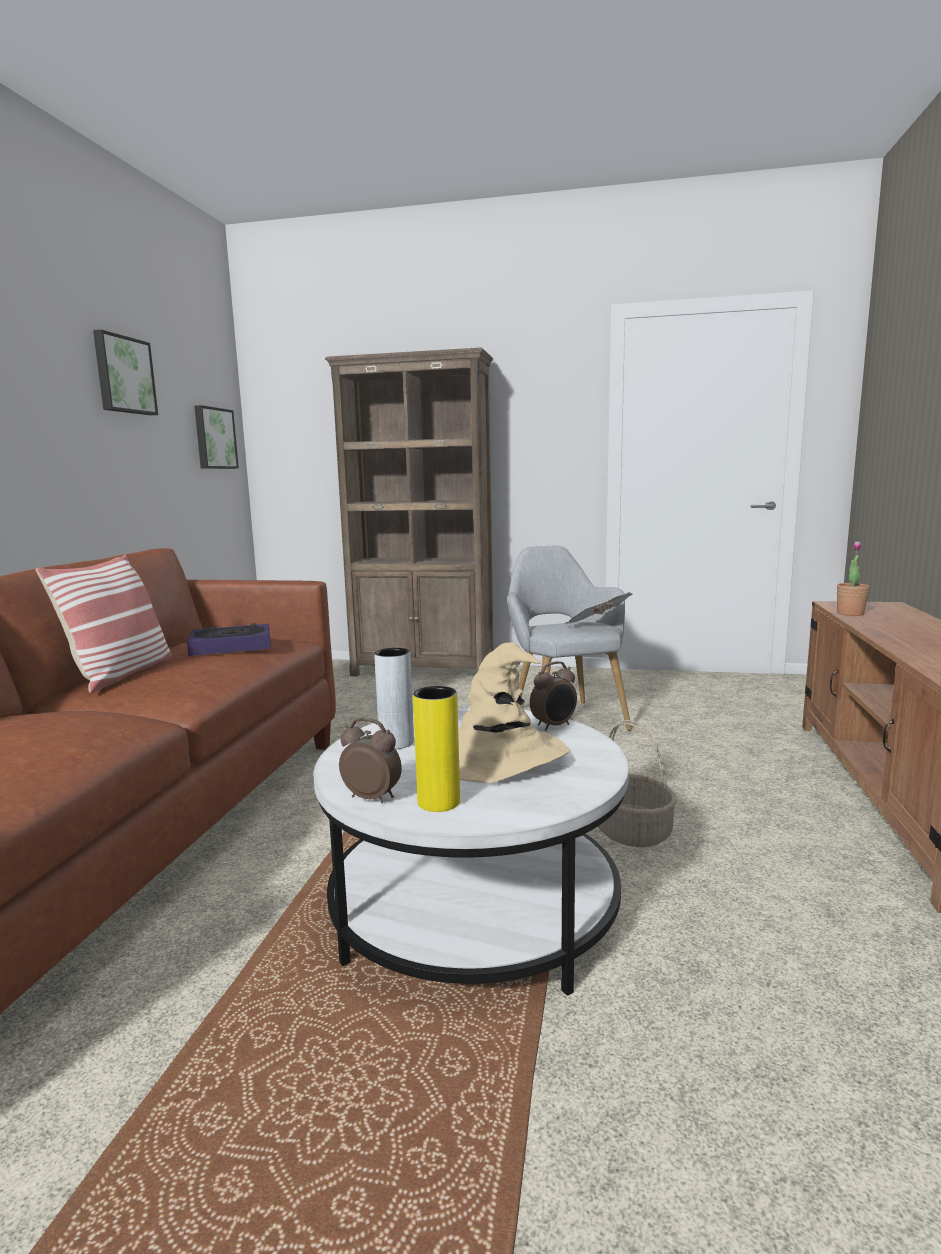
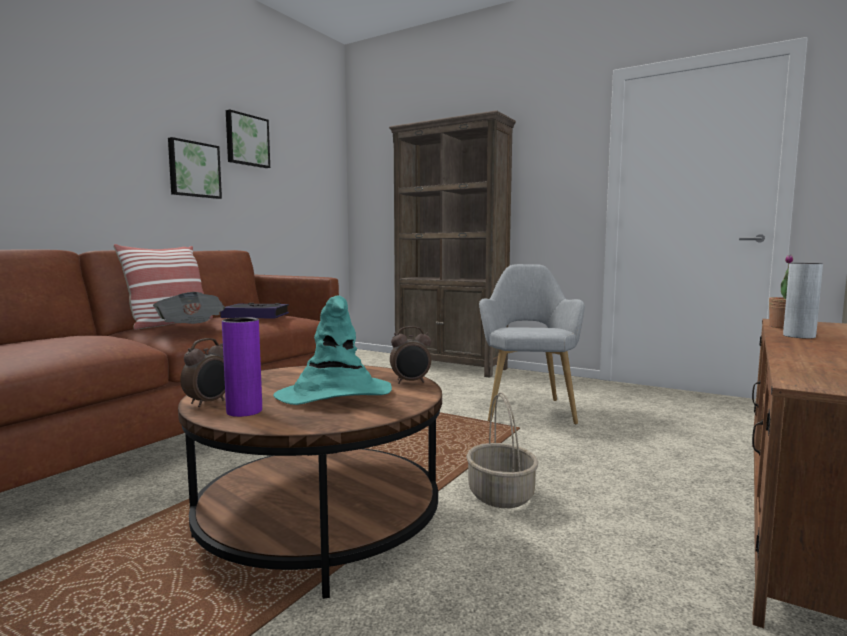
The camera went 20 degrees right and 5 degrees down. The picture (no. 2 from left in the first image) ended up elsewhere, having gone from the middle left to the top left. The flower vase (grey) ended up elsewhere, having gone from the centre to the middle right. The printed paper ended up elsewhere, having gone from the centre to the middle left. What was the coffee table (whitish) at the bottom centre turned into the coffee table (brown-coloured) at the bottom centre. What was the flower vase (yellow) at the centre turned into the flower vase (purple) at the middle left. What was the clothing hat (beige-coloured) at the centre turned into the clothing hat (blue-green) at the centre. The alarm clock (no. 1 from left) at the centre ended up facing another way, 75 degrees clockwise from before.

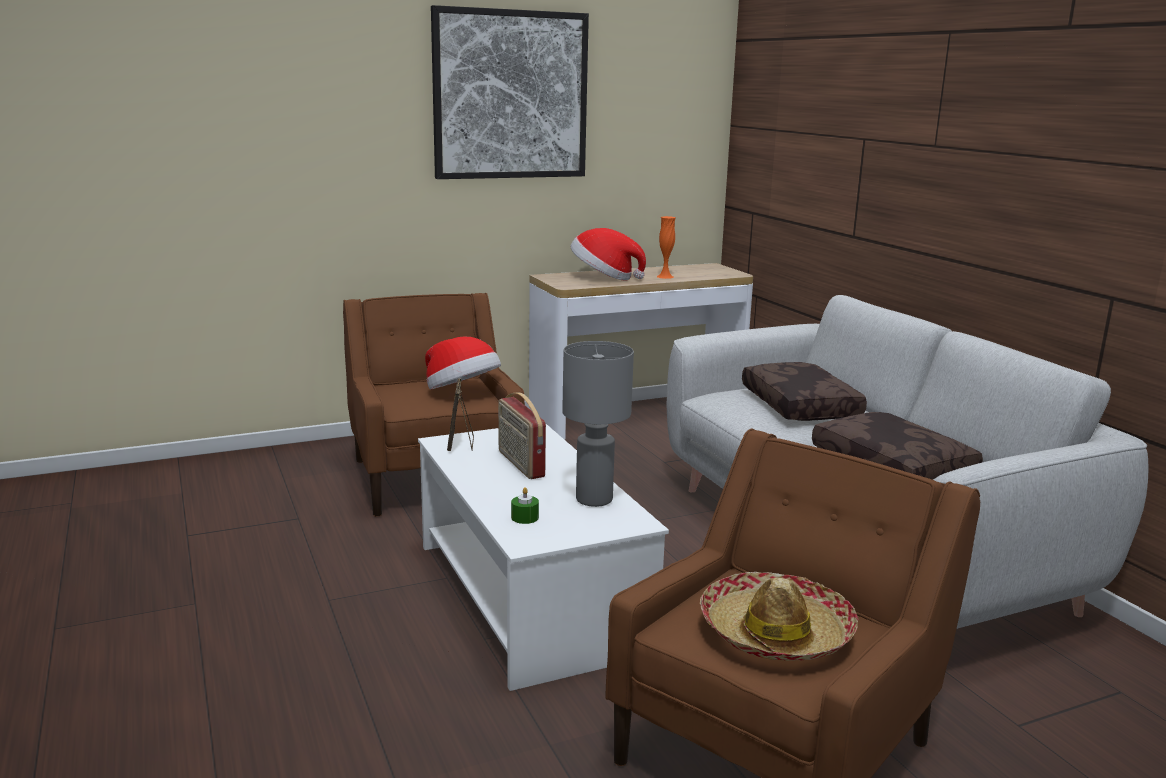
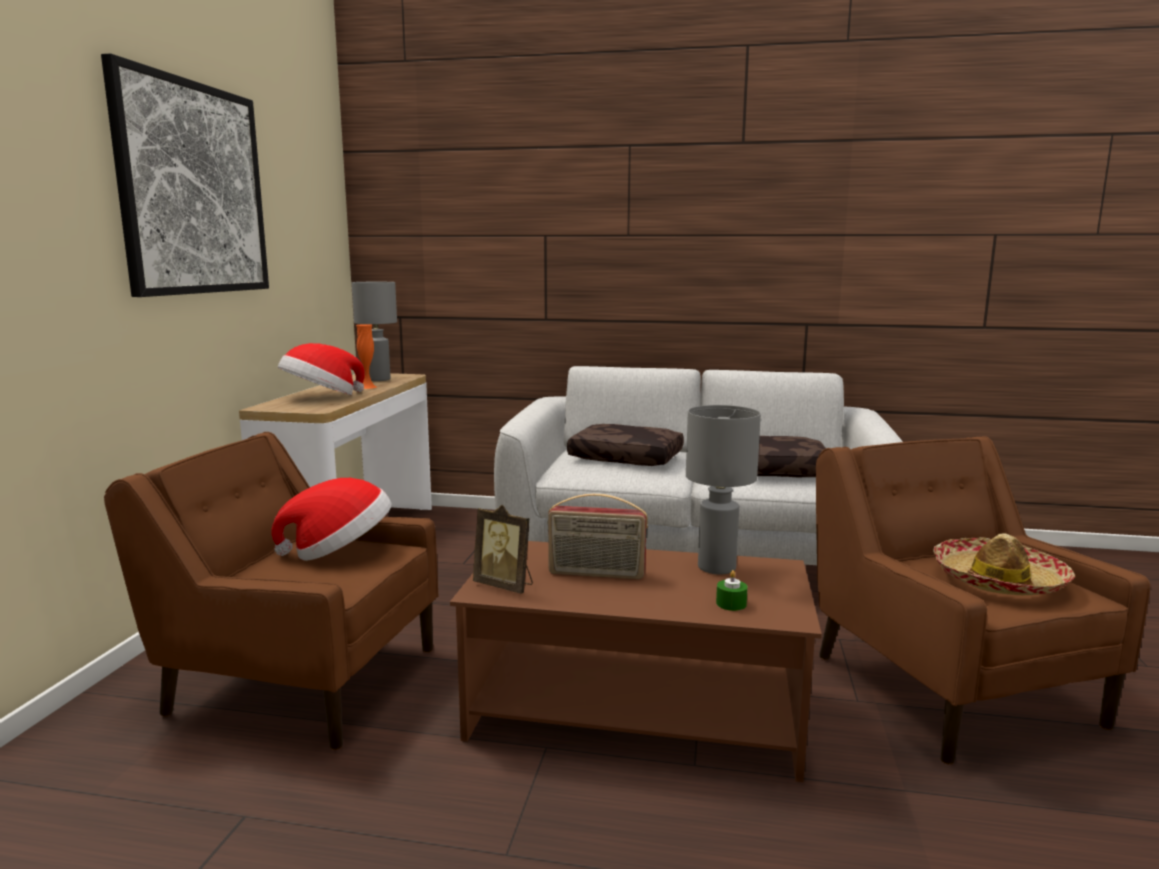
The camera went 55 degrees left and 5 degrees down. The second view gained the tabletop lamp (grey) (no. 1 from left) at the middle left. What was the coffee table (whitish) at the bottom centre turned into the coffee table (brown-coloured) at the bottom centre.

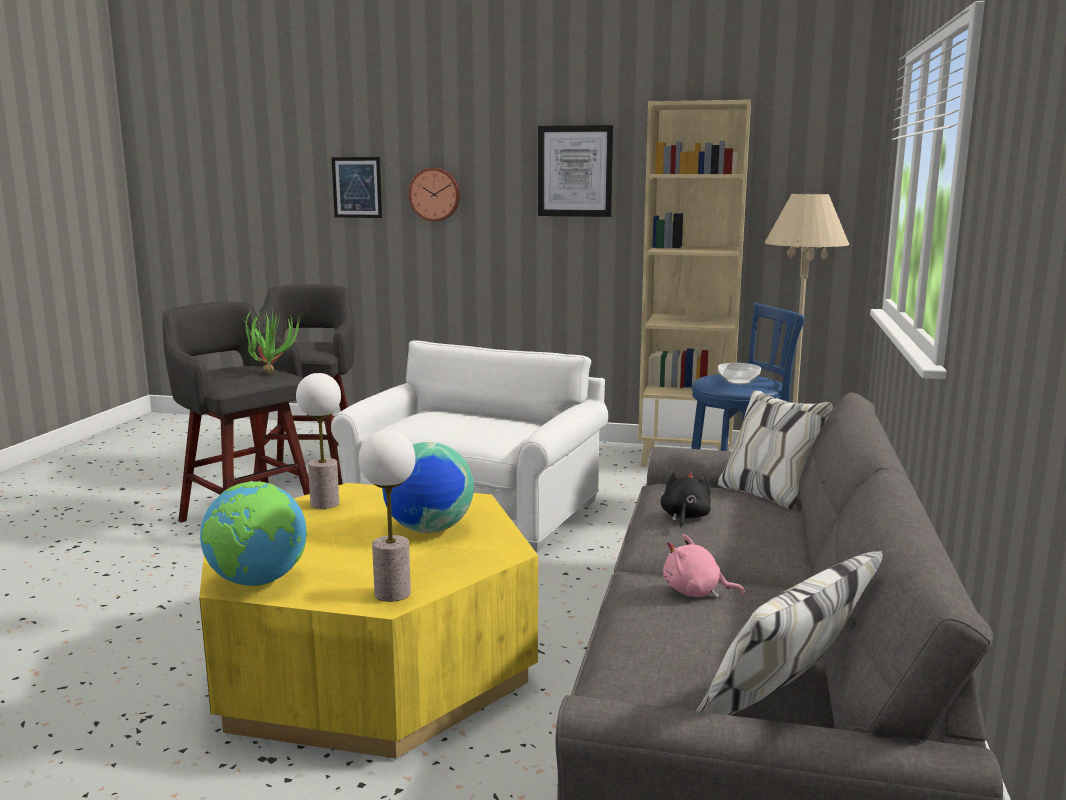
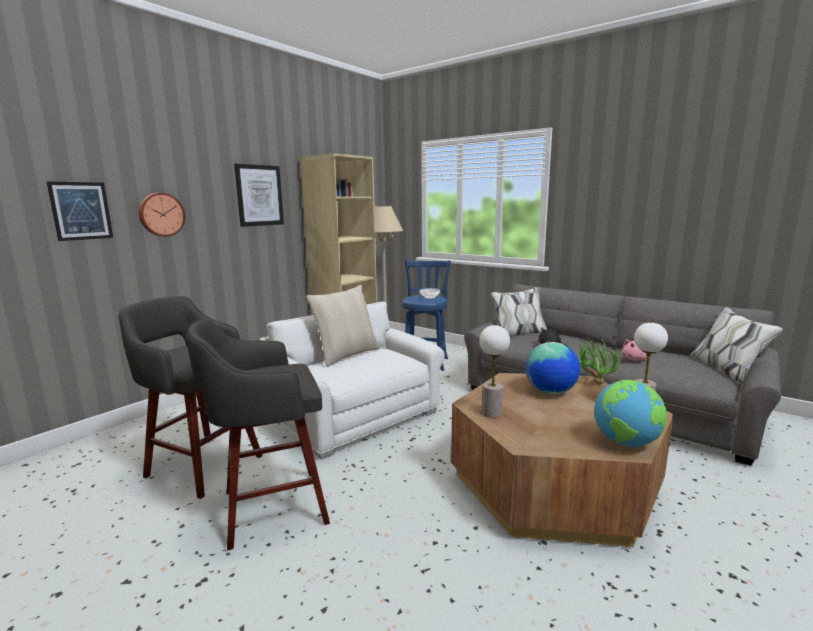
The camera went 65 degrees left and 0 degrees up. The second view gained the throw pillow (beige-coloured) at the centre. The plant in a pot ended up elsewhere, having gone from the middle left to the middle right. What was the coffee table (yellow) at the bottom centre turned into the coffee table (brown-coloured) at the bottom right.

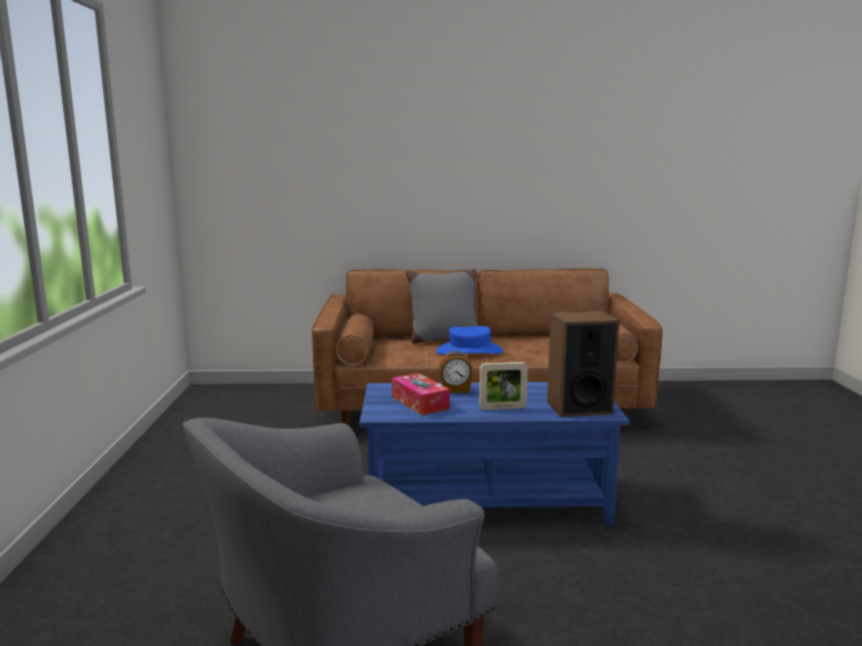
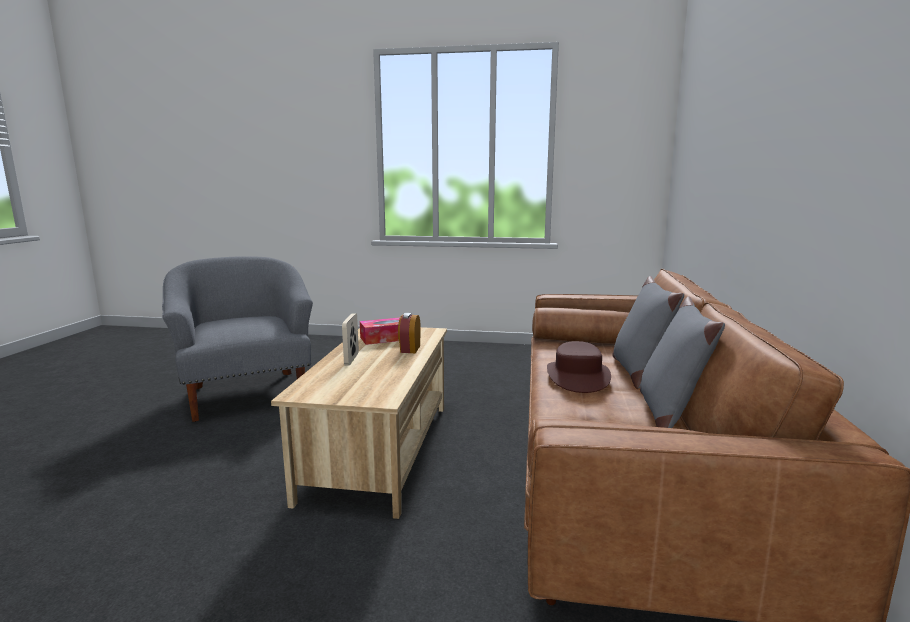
The camera went 100 degrees right and 0 degrees up. The second view lost the speaker at the middle right. The second view gained the throw pillow (grey) (no. 2 from left) at the middle right. What was the coffee table (blue) at the bottom centre turned into the coffee table (beige-coloured) at the bottom centre. What was the clothing hat (blue) at the centre turned into the clothing hat (brown-coloured) at the centre.

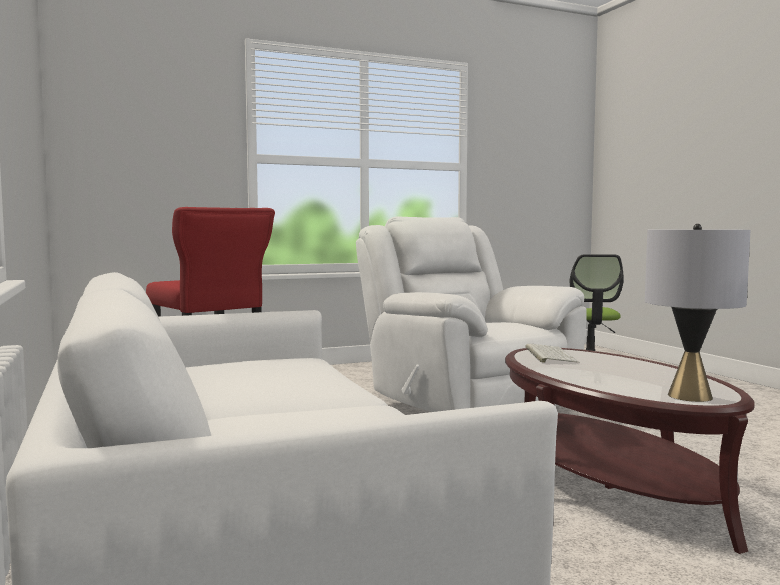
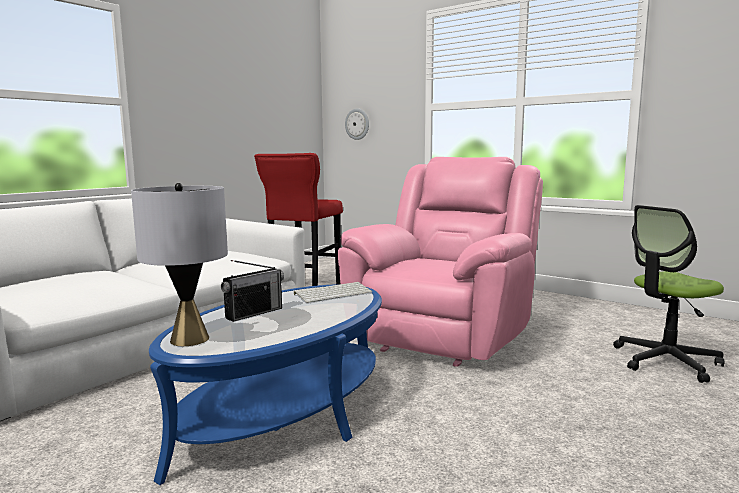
The camera went 60 degrees right and 5 degrees up. The second view gained the radio set at the centre. The second view gained the hanging clock at the top centre. What was the easy chair (whitish) at the centre turned into the easy chair (pink) at the centre. What was the coffee table (brown-coloured) at the bottom right turned into the coffee table (blue) at the bottom centre.

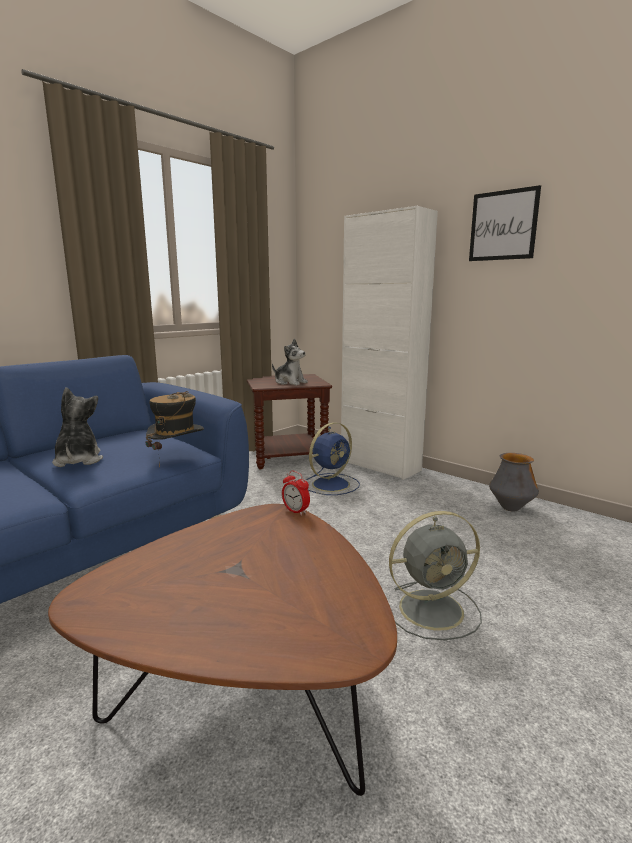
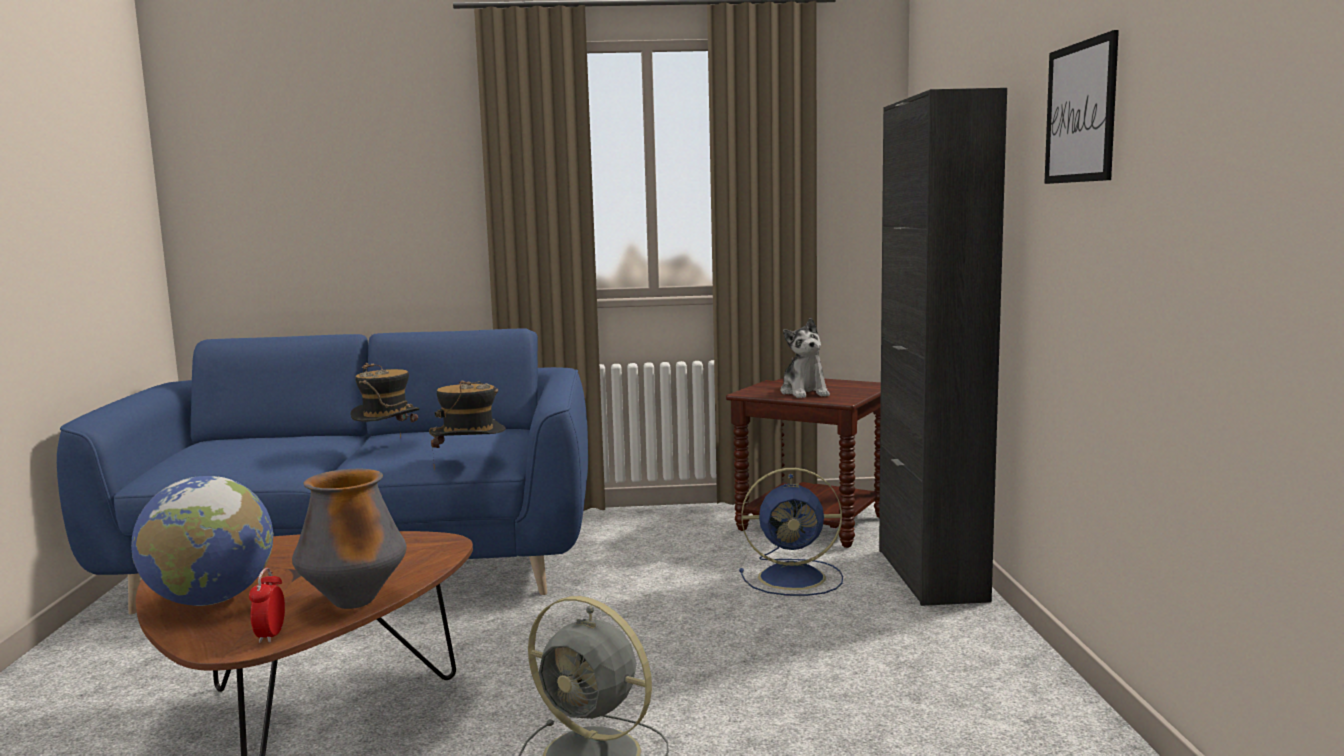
The camera went 45 degrees right and 5 degrees down. The second view gained the globe at the bottom left. The alarm clock ended up elsewhere, having gone from the centre to the bottom left. The flower vase ended up elsewhere, having gone from the middle right to the bottom left. Where the soft toy (no. 1 from left) stood at the middle left, the clothing hat (no. 1 from left) came to stand at the middle left. What was the cabinet (whitish) at the centre turned into the cabinet (black-coloured) at the middle right.

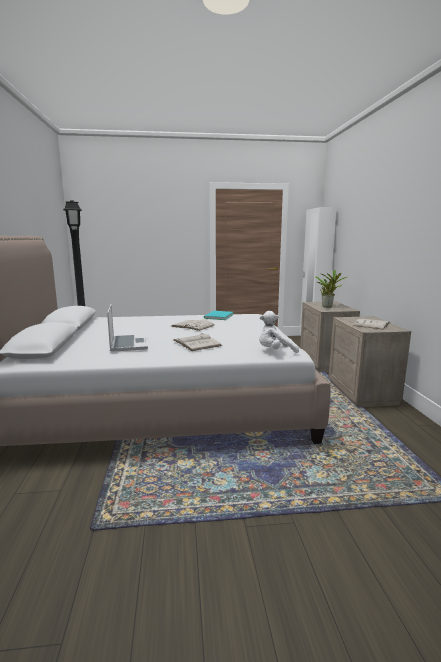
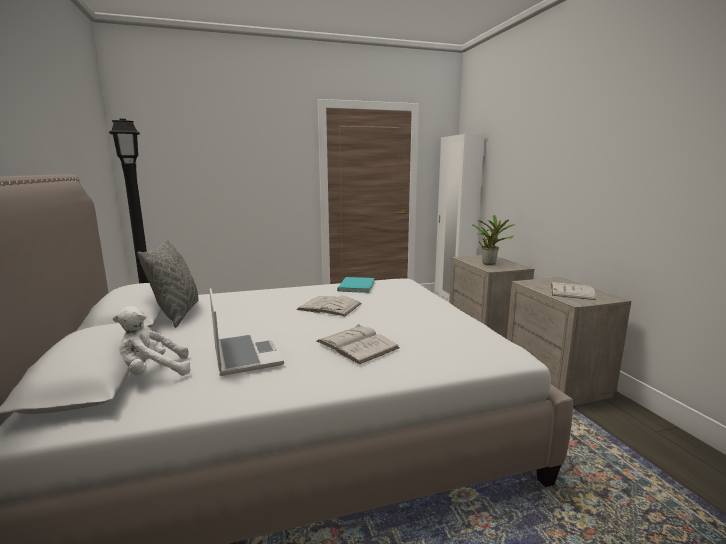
The camera went 10 degrees left and 0 degrees up. The second view gained the throw pillow (grey) at the middle left. The soft toy (whitish) ended up elsewhere, having gone from the centre to the middle left.

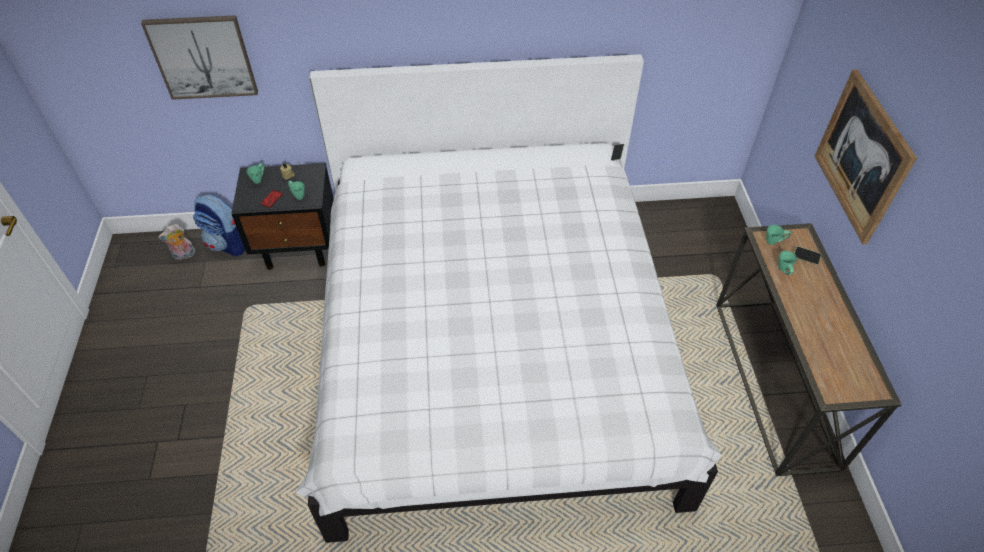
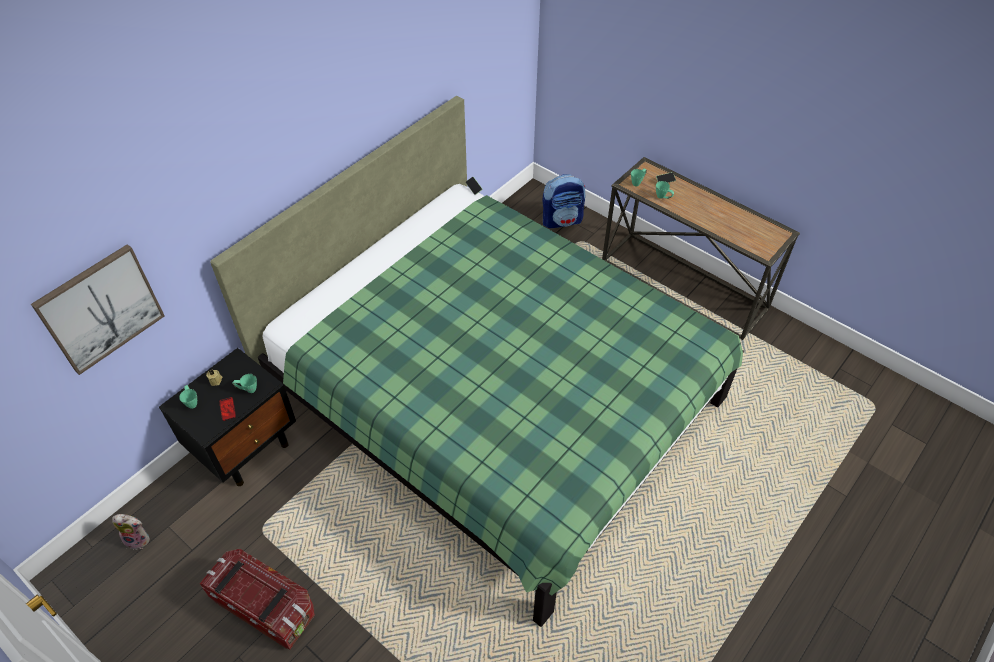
The camera went 45 degrees left and 0 degrees up. The second view lost the picture (no. 2 from left) at the top right. The second view gained the storage box at the bottom left. The backpack ended up elsewhere, having gone from the middle left to the top centre. What was the sleeping bed (whitish) at the centre turned into the sleeping bed (greenish) at the centre. The soft toy at the middle left ended up facing another way, 105 degrees counterclockwise from before.

